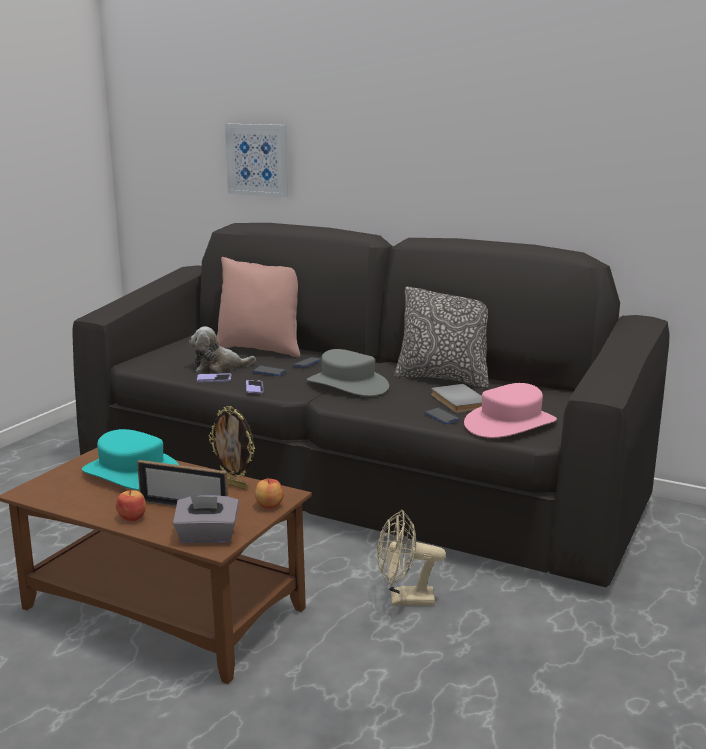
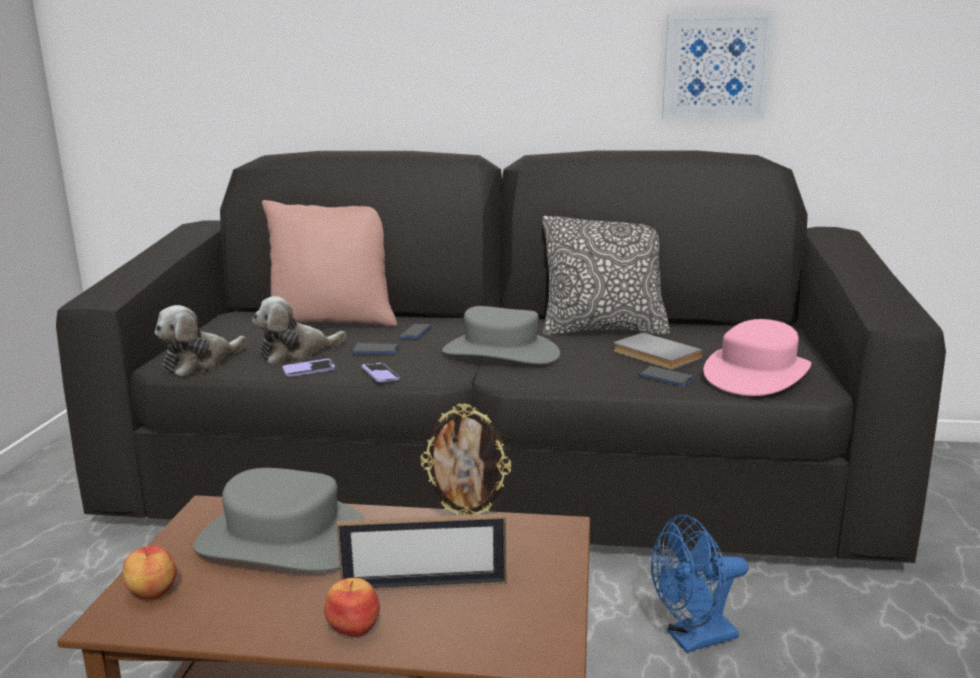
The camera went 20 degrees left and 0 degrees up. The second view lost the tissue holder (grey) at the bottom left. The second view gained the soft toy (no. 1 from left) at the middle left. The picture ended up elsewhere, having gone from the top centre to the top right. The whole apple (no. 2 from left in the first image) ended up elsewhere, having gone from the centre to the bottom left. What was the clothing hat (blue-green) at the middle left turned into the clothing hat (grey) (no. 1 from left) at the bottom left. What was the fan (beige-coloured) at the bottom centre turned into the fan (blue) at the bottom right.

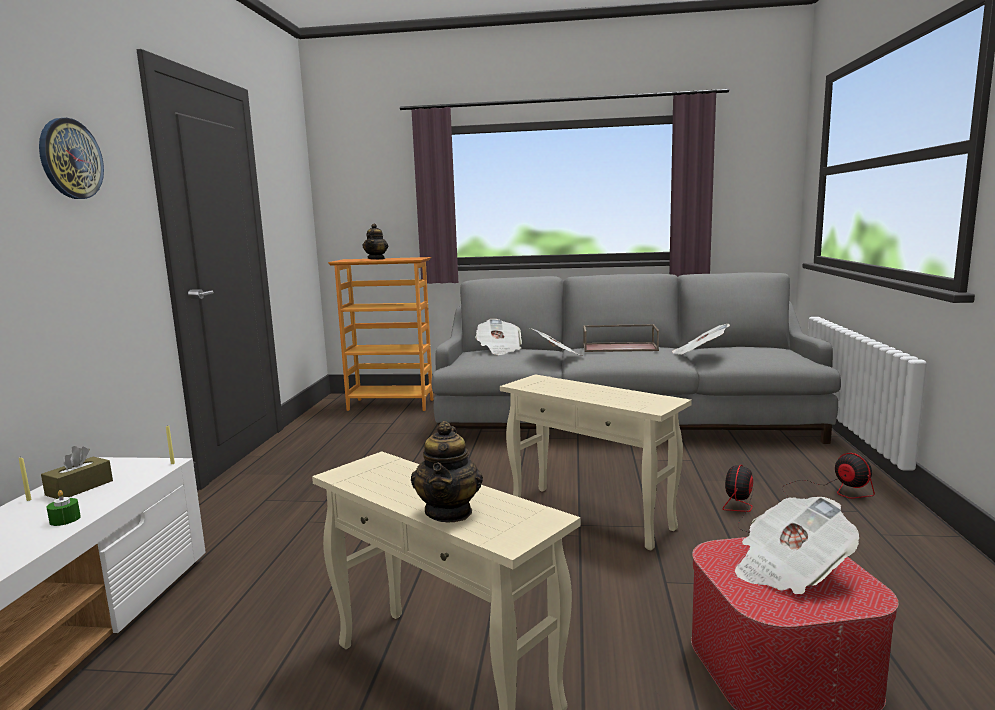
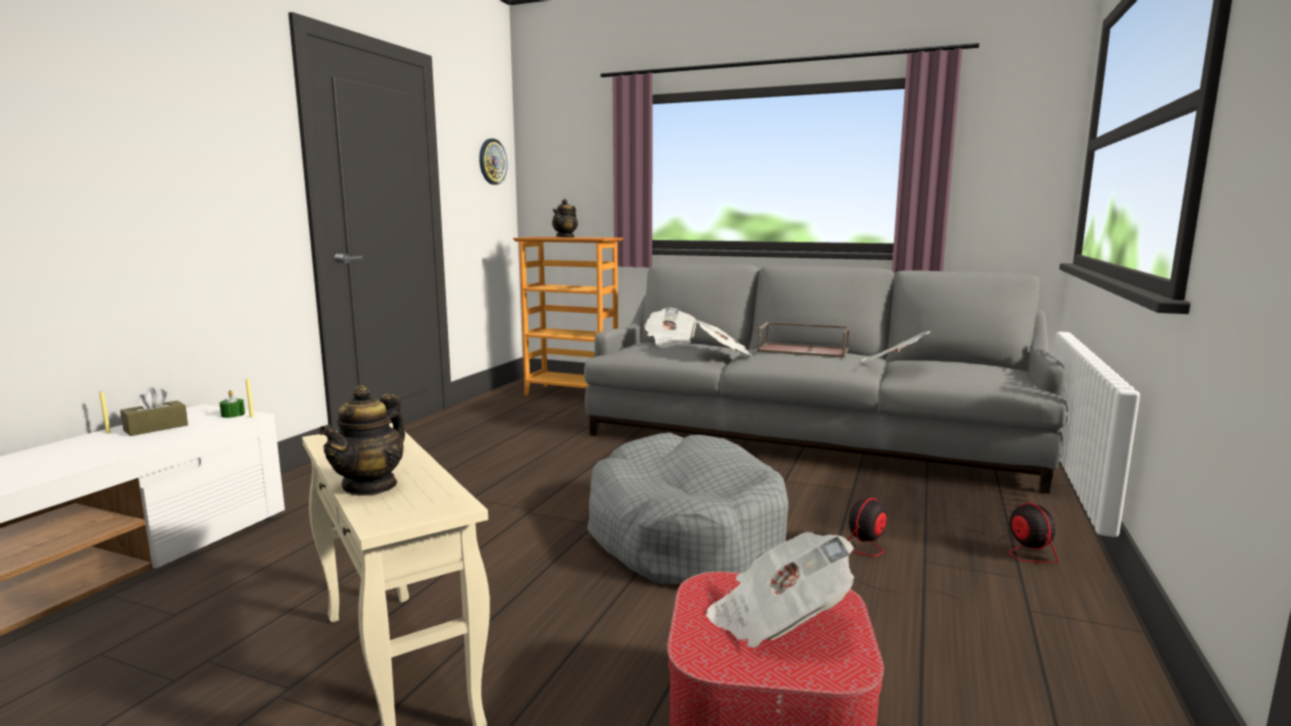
The camera went 15 degrees right and 0 degrees up. The hanging clock ended up elsewhere, having gone from the top left to the top centre. The wax light (greenish) ended up elsewhere, having gone from the bottom left to the middle left. Where the side table (beige-coloured) (no. 2 from left) stood at the centre, the pet bed (grey) came to stand at the bottom centre.

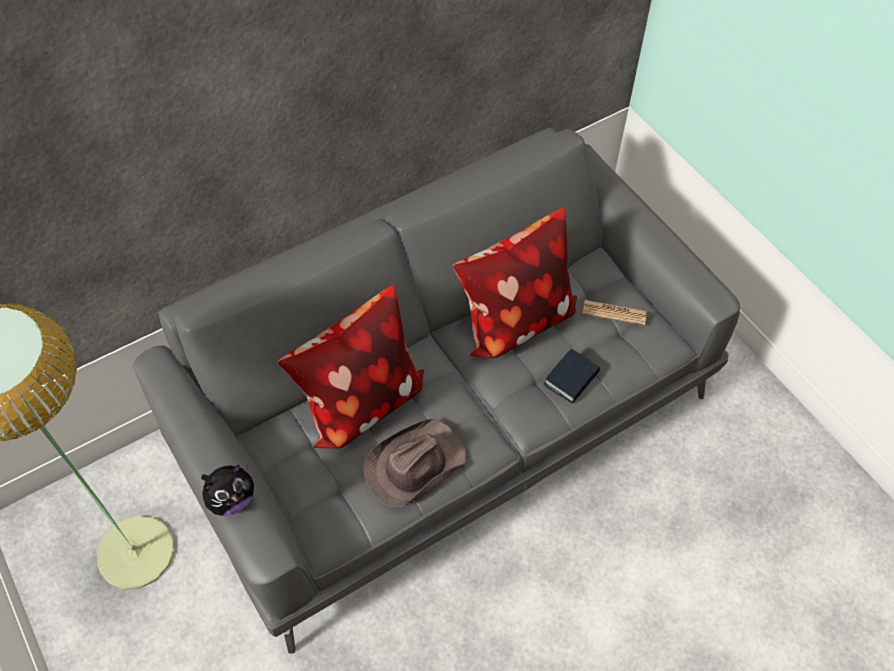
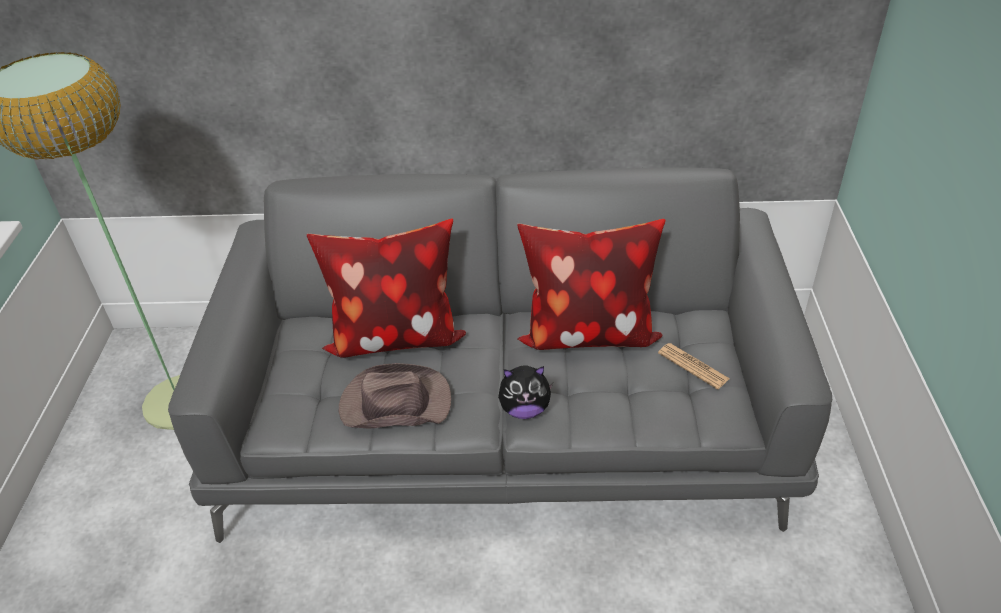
The camera went 35 degrees right and 15 degrees down. The second view lost the book at the centre. The soft toy ended up elsewhere, having gone from the bottom left to the centre.

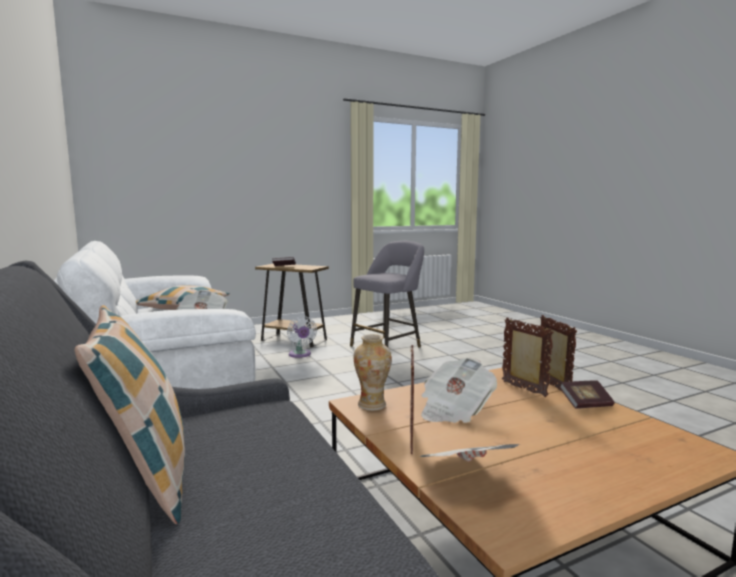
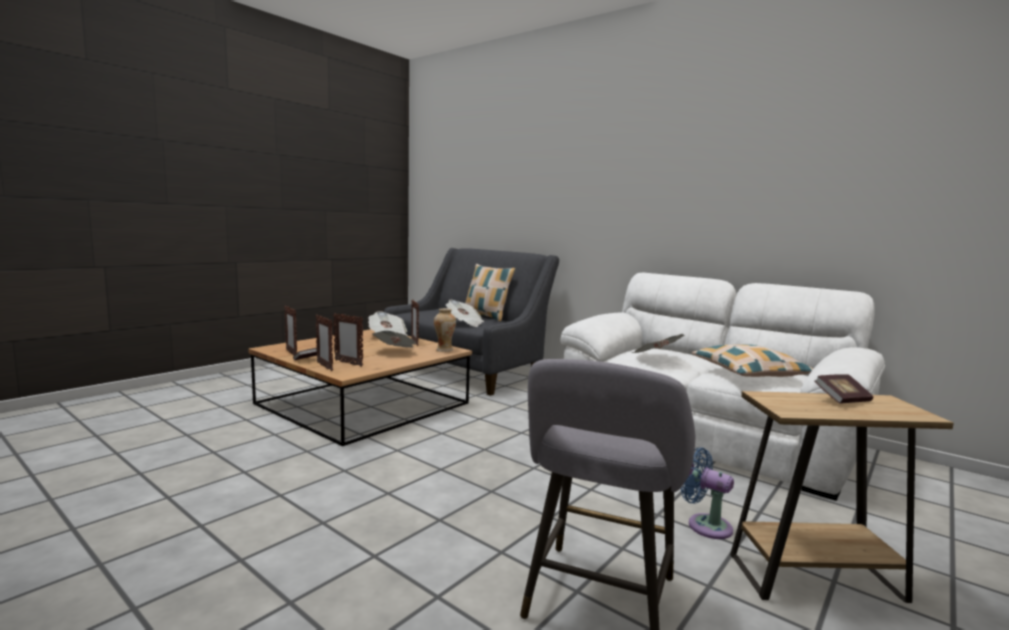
The camera went 155 degrees right and 0 degrees up. The second view gained the photo frame (no. 1 from left) at the middle left. The second view gained the printed paper (no. 3 from left) at the centre. What was the fan (whitish) at the centre turned into the fan (blue) at the bottom right.

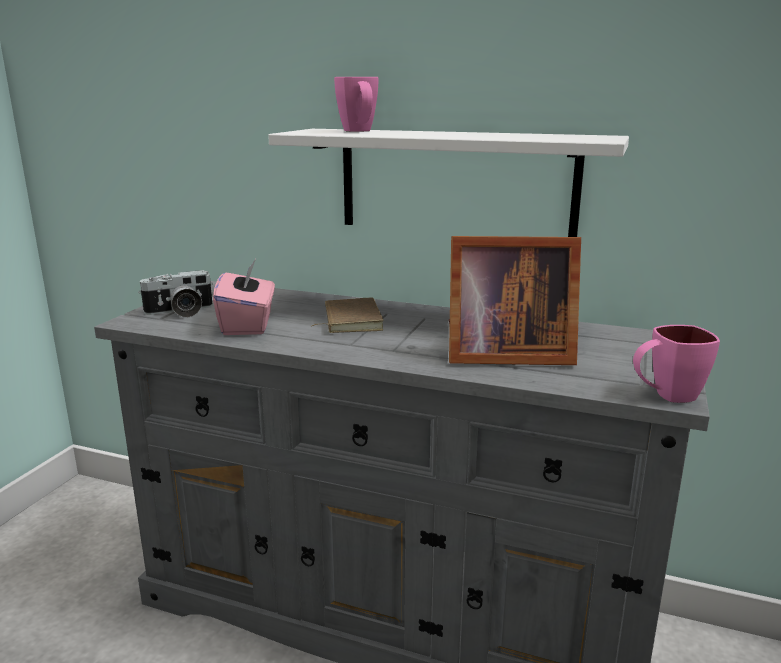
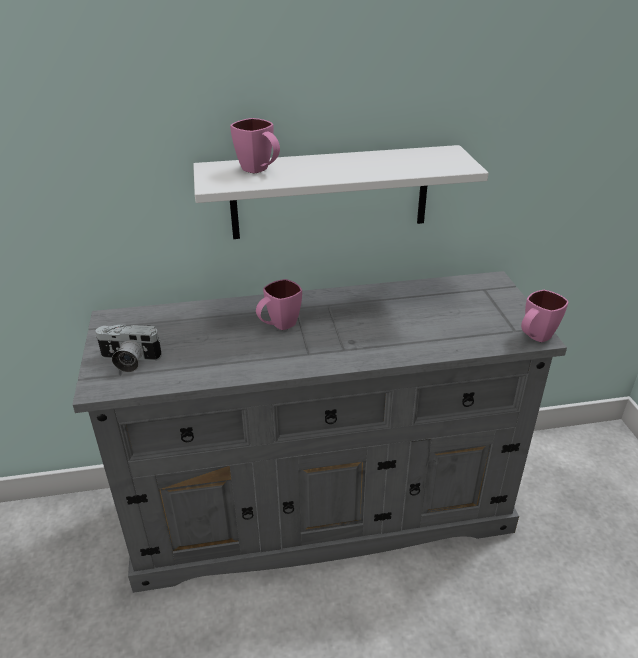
The camera went 30 degrees left and 15 degrees up. The second view lost the tissue holder (pink) at the middle left. The second view lost the photo frame at the centre. Where the book (brown-coloured) stood at the centre, the tea mug (pink) (no. 2 from left) came to stand at the centre. The photo camera at the middle left ended up facing another way, 60 degrees clockwise from before.

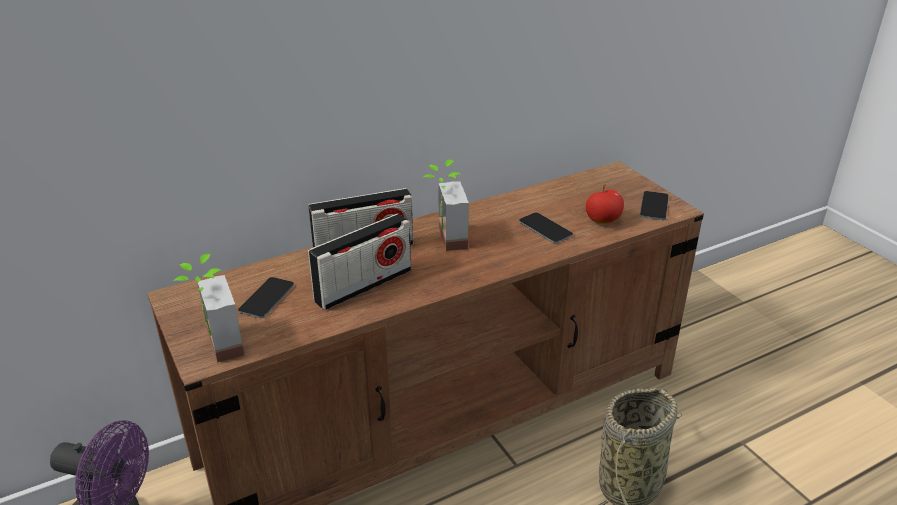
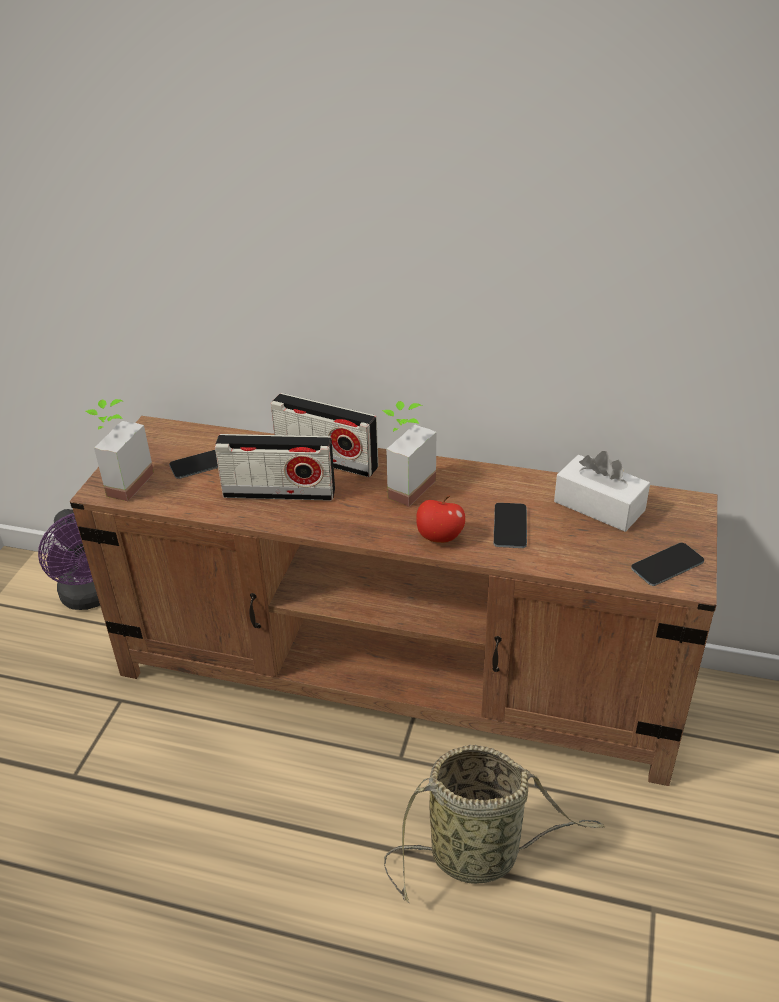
The camera went 45 degrees right and 5 degrees up. The second view gained the tissue holder (whitish) at the middle right. The whole apple ended up elsewhere, having gone from the middle right to the centre.

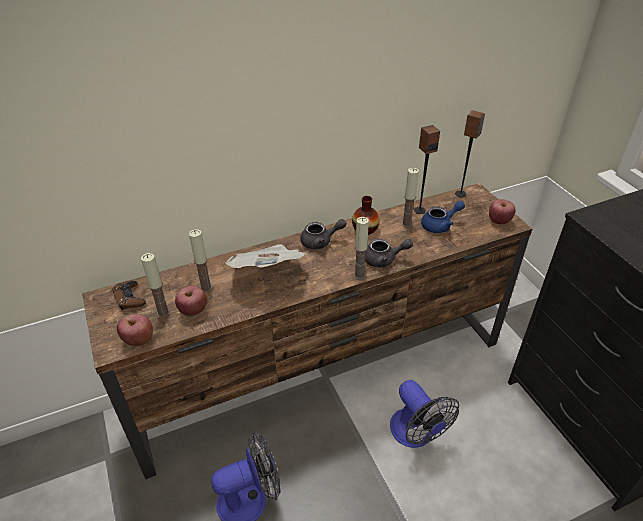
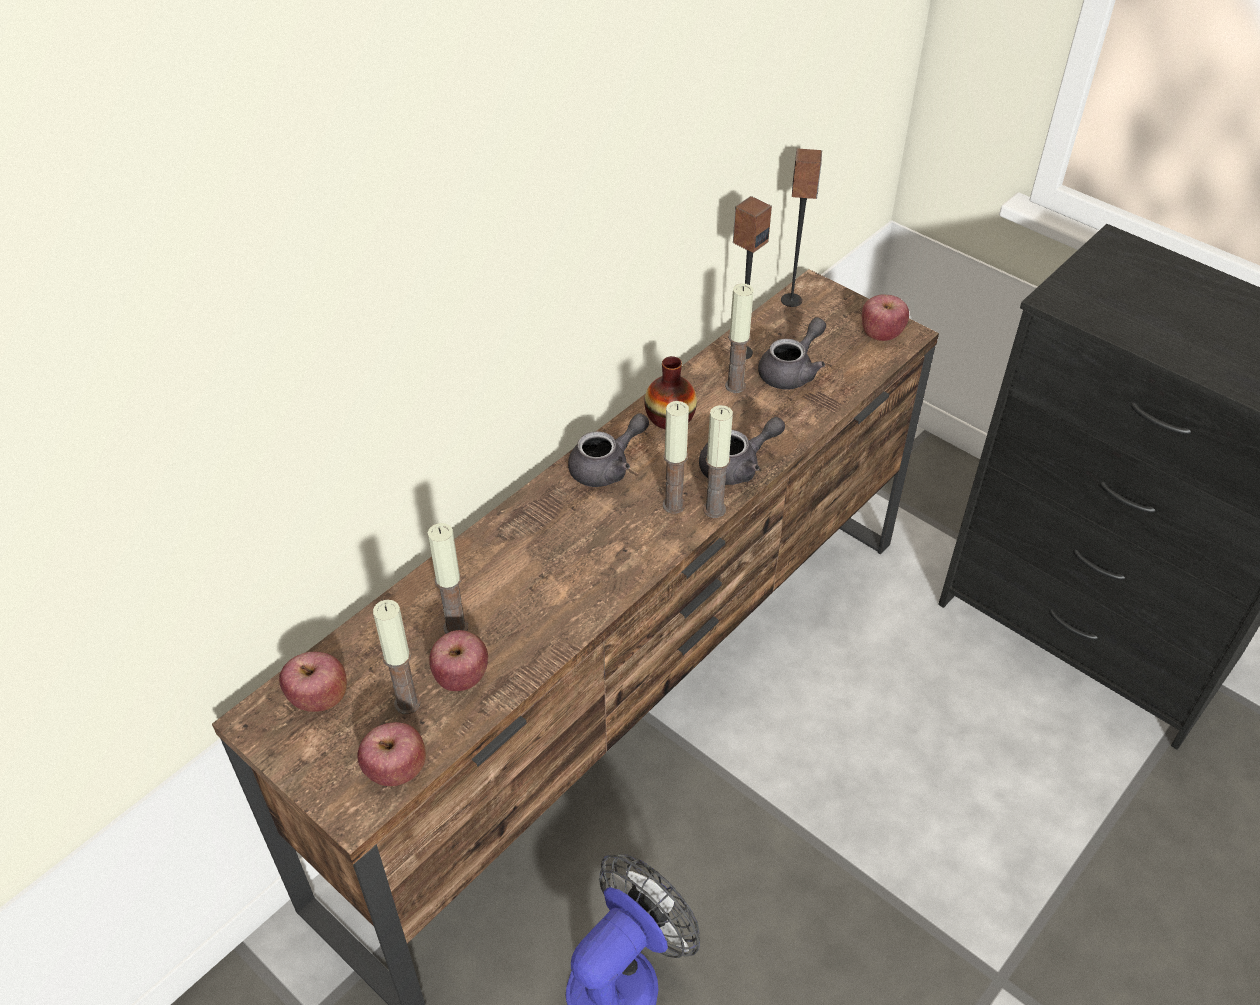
The camera went 25 degrees left and 5 degrees up. The second view lost the printed paper at the centre. The second view lost the fan (no. 2 from left) at the bottom centre. The second view gained the wax light (no. 3 from left) at the centre. Where the joypad (brown-coloured) stood at the middle left, the whole apple (no. 1 from left) came to stand at the bottom left. What was the tea pot (blue) at the middle right turned into the tea pot (grey) (no. 3 from left) at the centre.

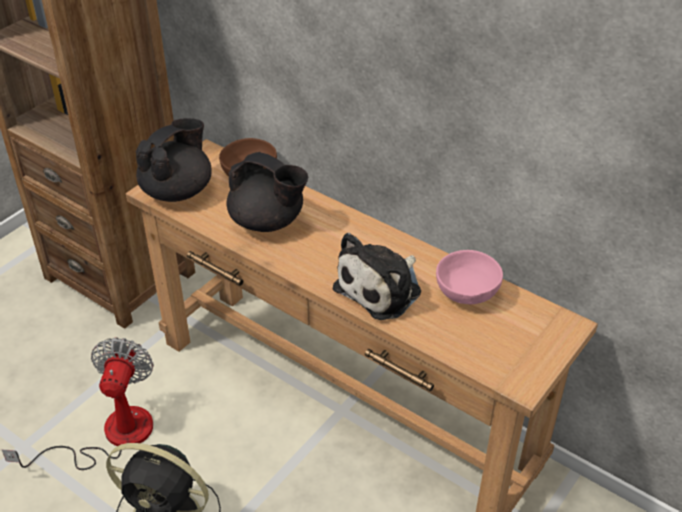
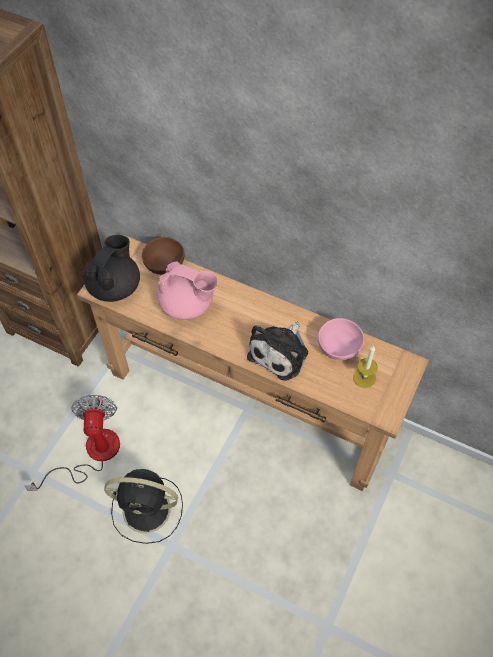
The camera went 10 degrees left and 15 degrees up. The second view gained the wax light at the middle right. What was the tea pot (black-coloured) (no. 2 from left) at the centre turned into the tea pot (pink) at the centre.

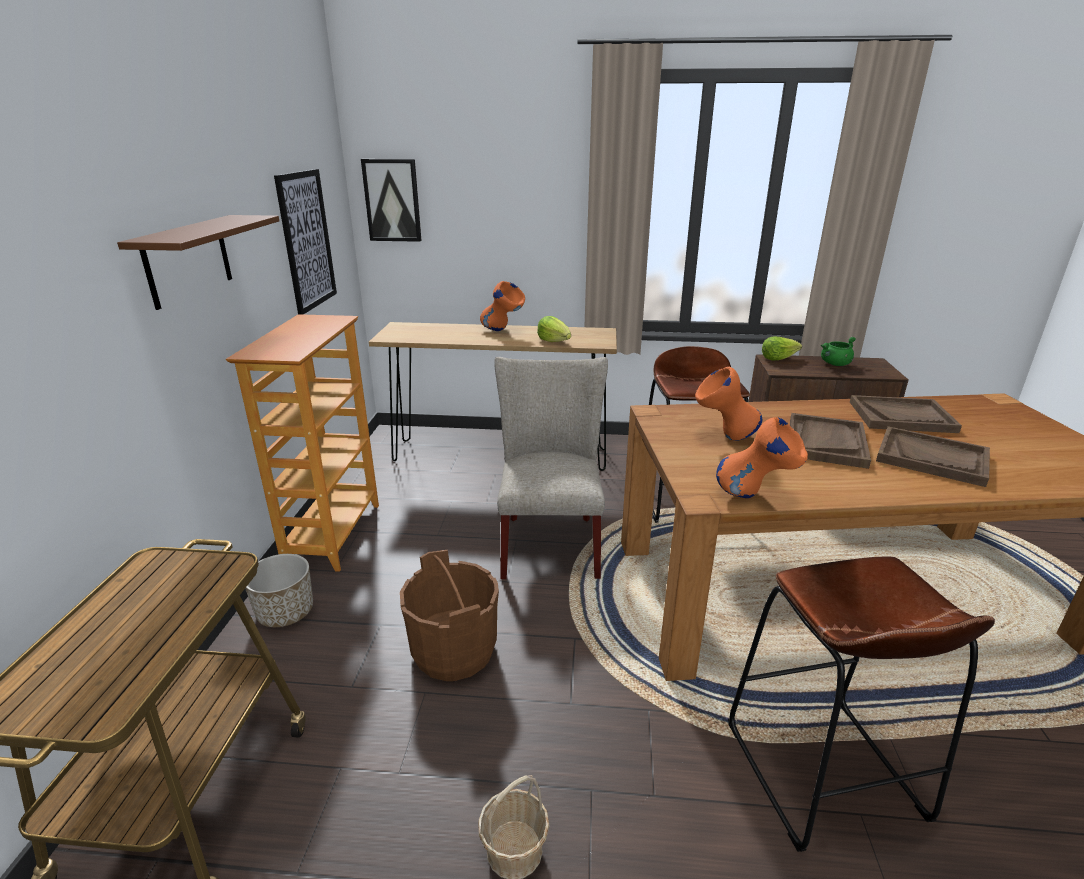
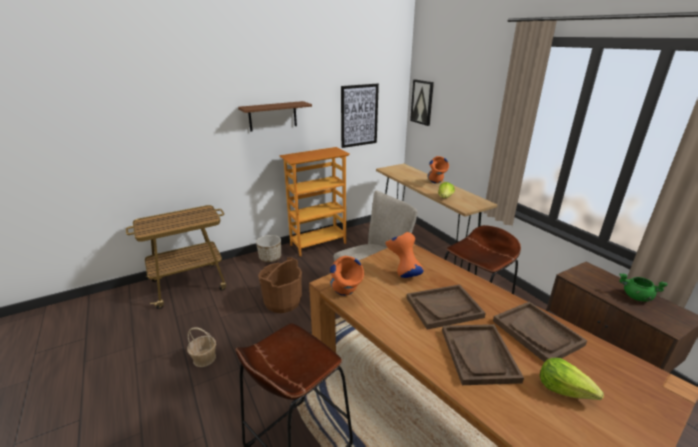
The camera went 55 degrees right and 0 degrees up. The lettuce (no. 2 from left) ended up elsewhere, having gone from the middle right to the bottom right.

